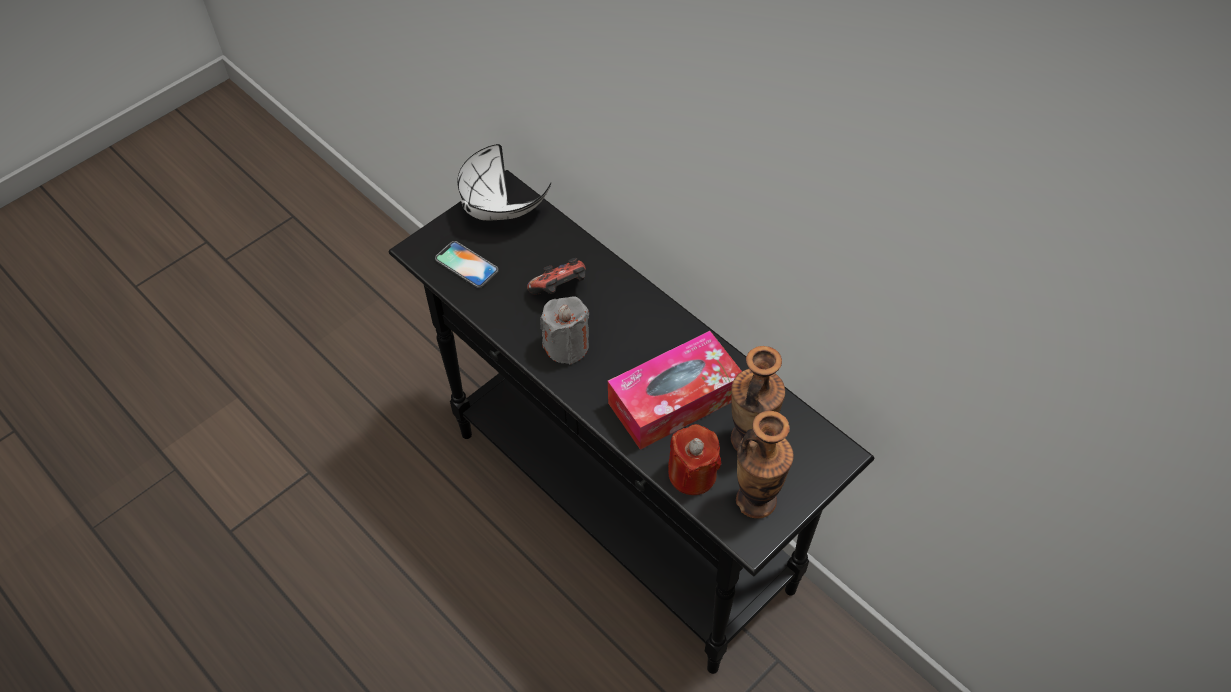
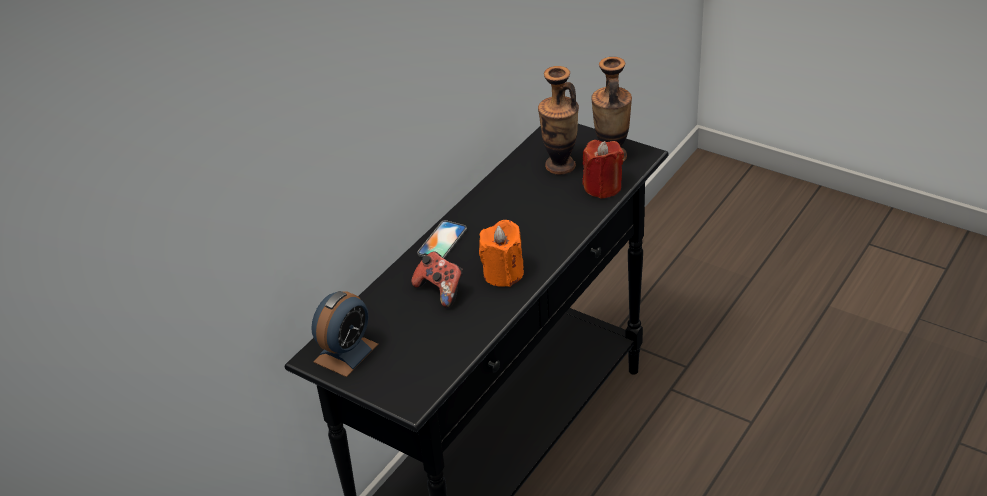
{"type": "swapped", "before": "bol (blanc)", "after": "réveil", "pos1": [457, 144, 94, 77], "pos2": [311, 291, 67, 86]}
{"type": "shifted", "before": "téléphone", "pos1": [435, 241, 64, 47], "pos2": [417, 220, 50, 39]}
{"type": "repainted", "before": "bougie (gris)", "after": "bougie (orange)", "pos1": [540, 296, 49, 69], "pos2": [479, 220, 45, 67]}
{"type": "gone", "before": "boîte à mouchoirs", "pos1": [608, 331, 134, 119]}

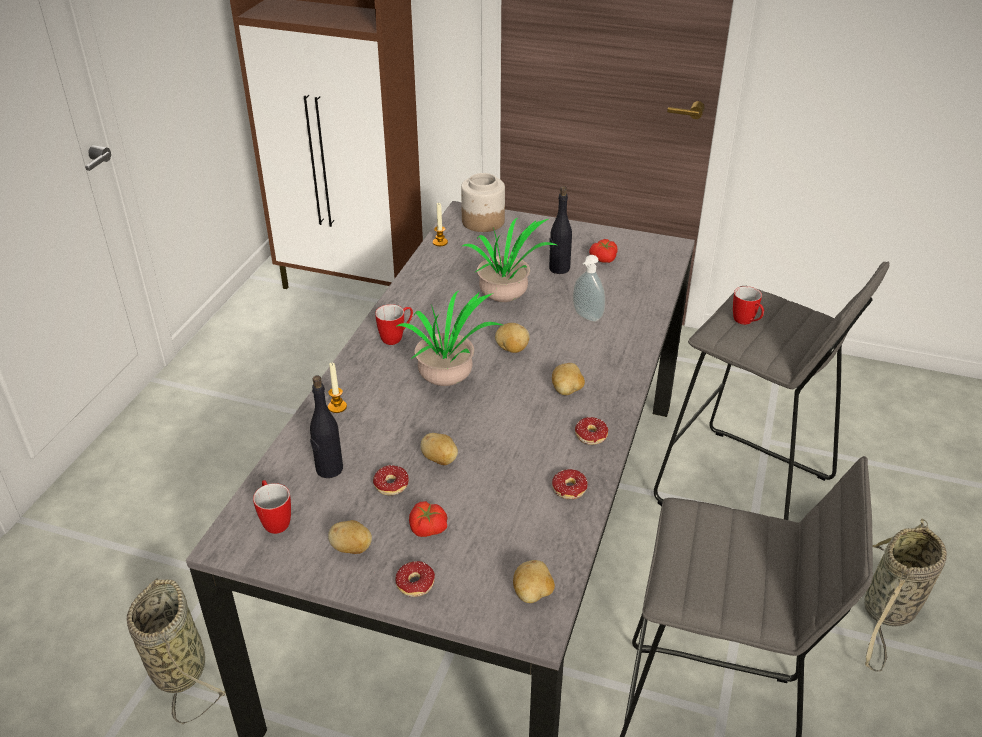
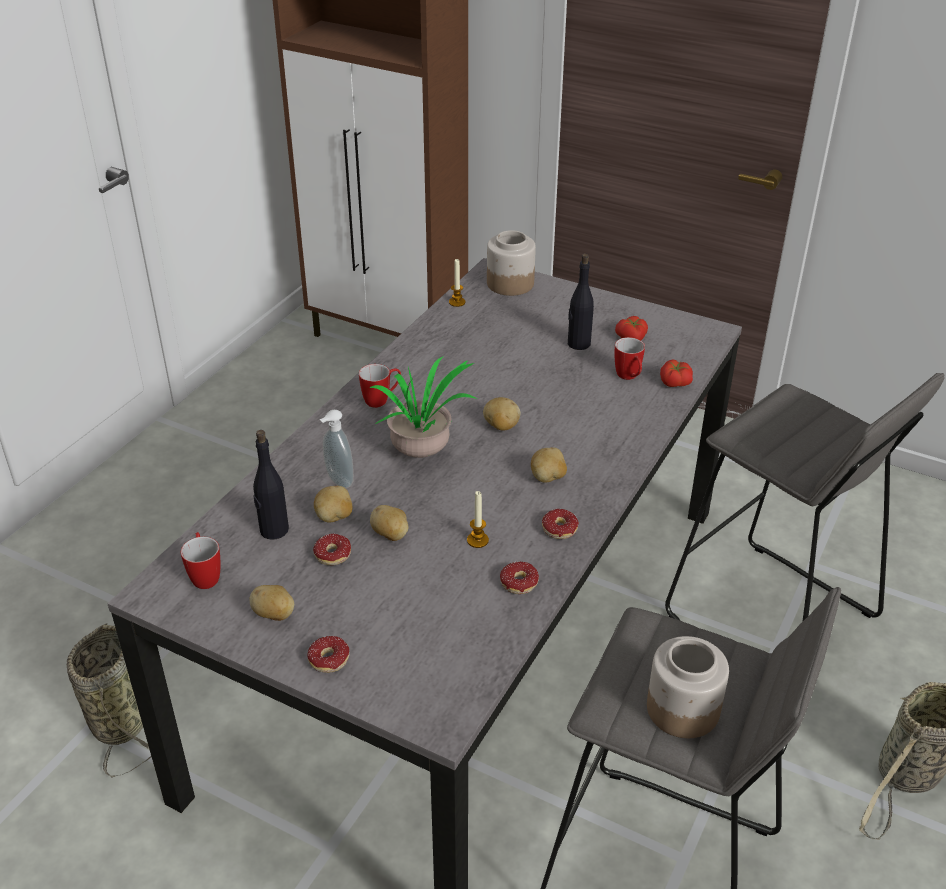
{"type": "gone", "before": "plante en pot", "pos1": [461, 218, 96, 84]}
{"type": "shifted", "before": "distributeur de savon", "pos1": [573, 255, 32, 67], "pos2": [319, 410, 35, 78]}
{"type": "shifted", "before": "mug", "pos1": [733, 286, 31, 39], "pos2": [615, 337, 30, 43]}
{"type": "shifted", "before": "bougie", "pos1": [328, 363, 19, 50], "pos2": [467, 491, 22, 57]}
{"type": "shifted", "before": "tomate", "pos1": [409, 501, 39, 36], "pos2": [660, 359, 33, 28]}
{"type": "shifted", "before": "pomme de terre", "pos1": [513, 559, 42, 44], "pos2": [314, 486, 39, 37]}
{"type": "new", "after": "bocal", "pos2": [647, 636, 82, 102]}

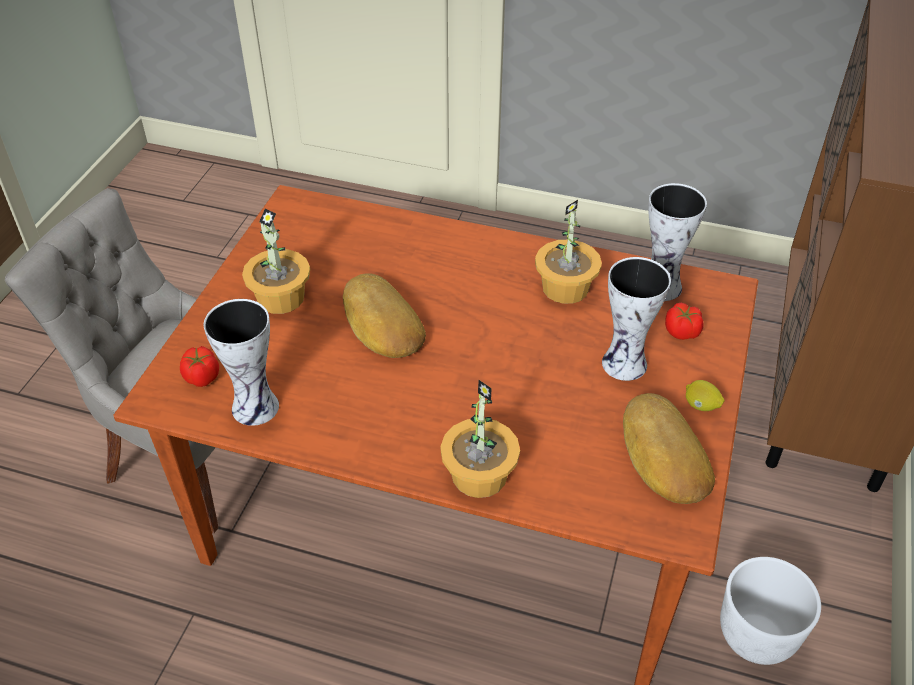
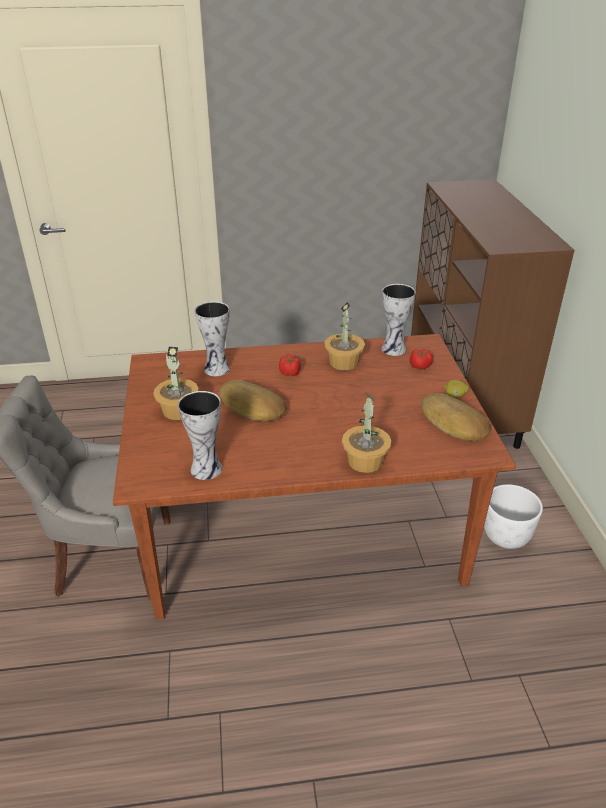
{"type": "shifted", "before": "vase", "pos1": [602, 257, 69, 124], "pos2": [195, 301, 35, 75]}
{"type": "shifted", "before": "tomate", "pos1": [180, 346, 39, 41], "pos2": [279, 355, 22, 21]}

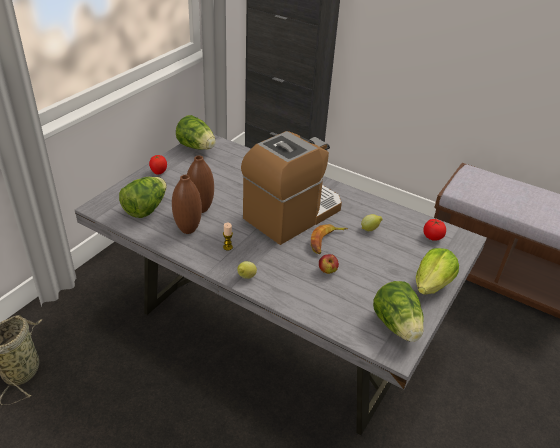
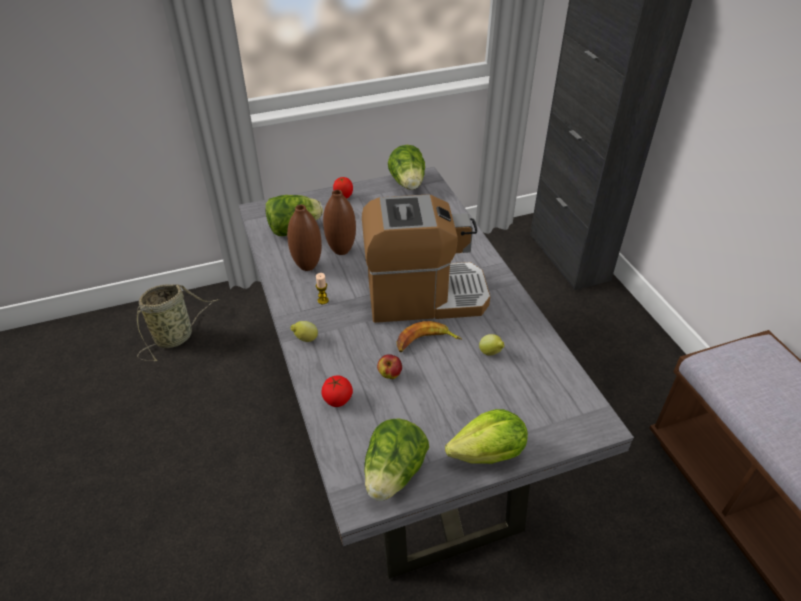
{"type": "shifted", "before": "tomate", "pos1": [423, 219, 23, 22], "pos2": [321, 375, 32, 32]}

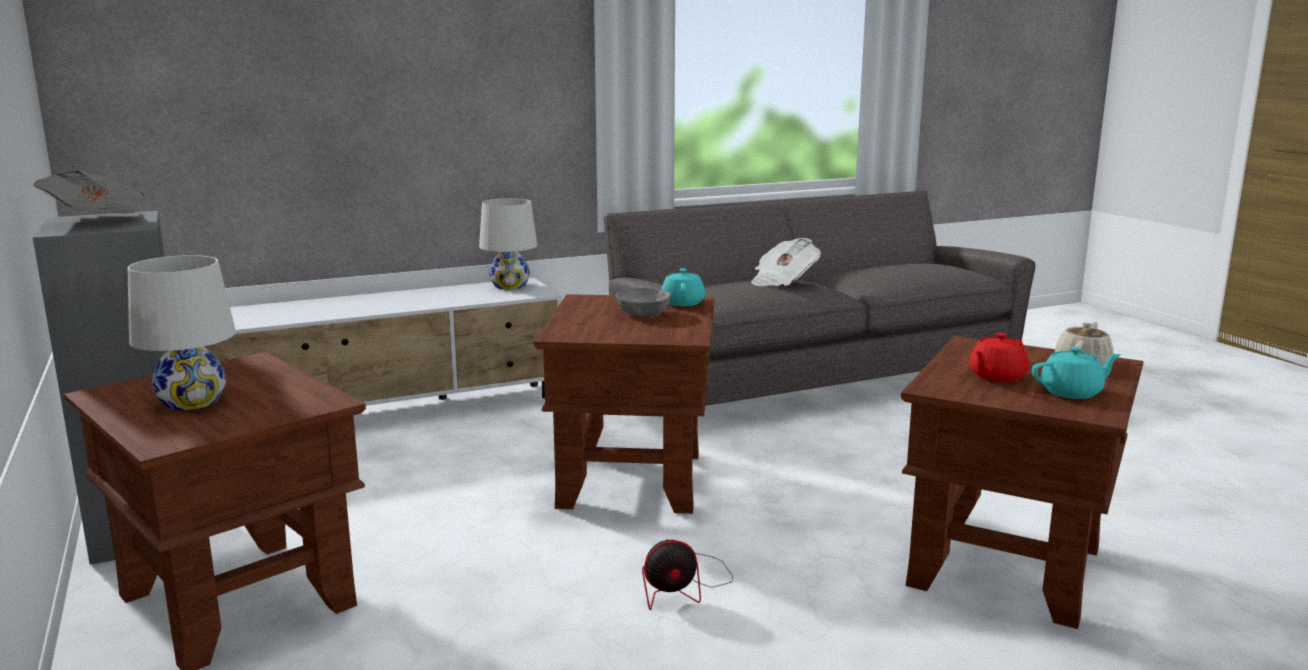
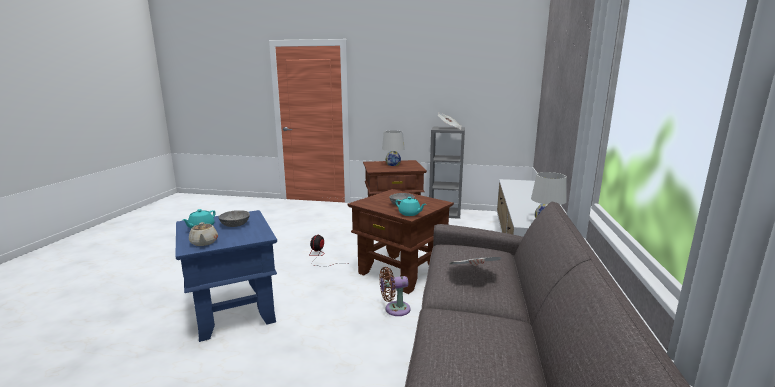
{"type": "swapped", "before": "théière (rouge)", "after": "bol (gris)", "pos1": [969, 333, 60, 49], "pos2": [218, 210, 32, 17]}
{"type": "repainted", "before": "table d'appoint (marron)", "after": "table d'appoint (bleu)", "pos1": [901, 336, 243, 293], "pos2": [175, 210, 102, 132]}
{"type": "new", "after": "ventilateur (marron)", "pos2": [379, 267, 31, 49]}

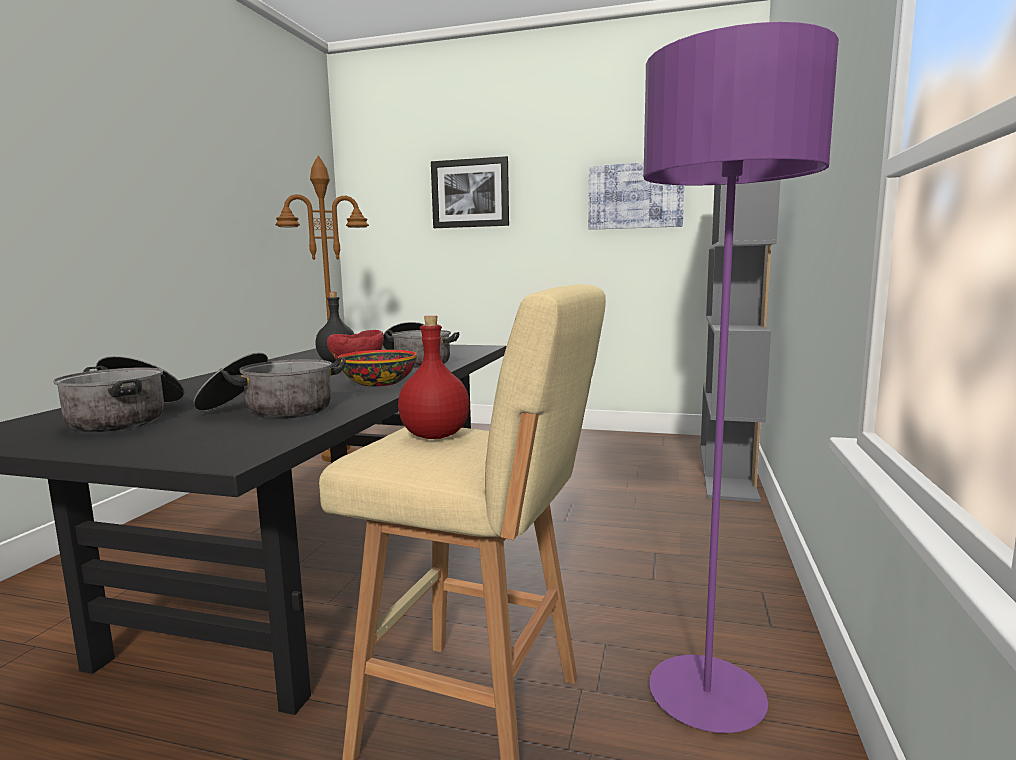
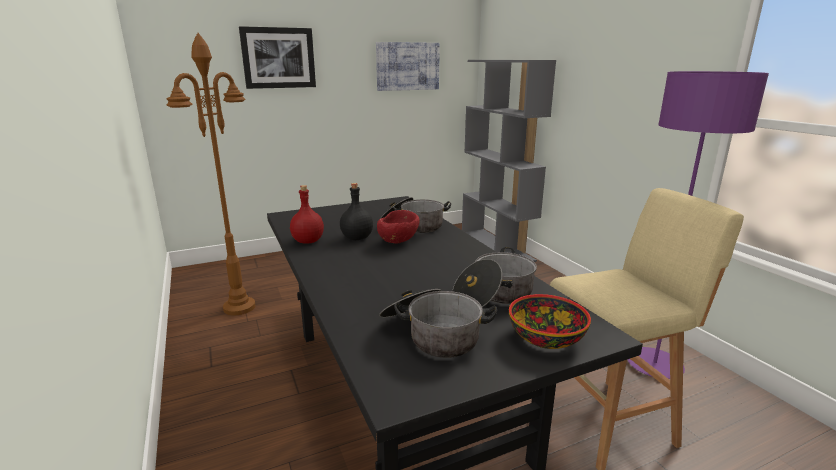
{"type": "shifted", "before": "bouteille (rouge)", "pos1": [398, 315, 71, 124], "pos2": [290, 185, 34, 59]}
{"type": "shifted", "before": "bol", "pos1": [338, 350, 79, 36], "pos2": [509, 294, 82, 55]}

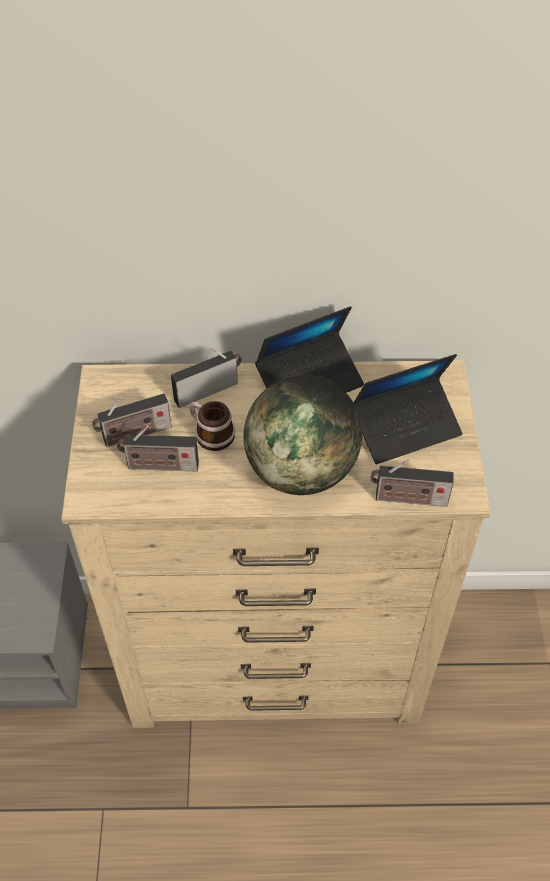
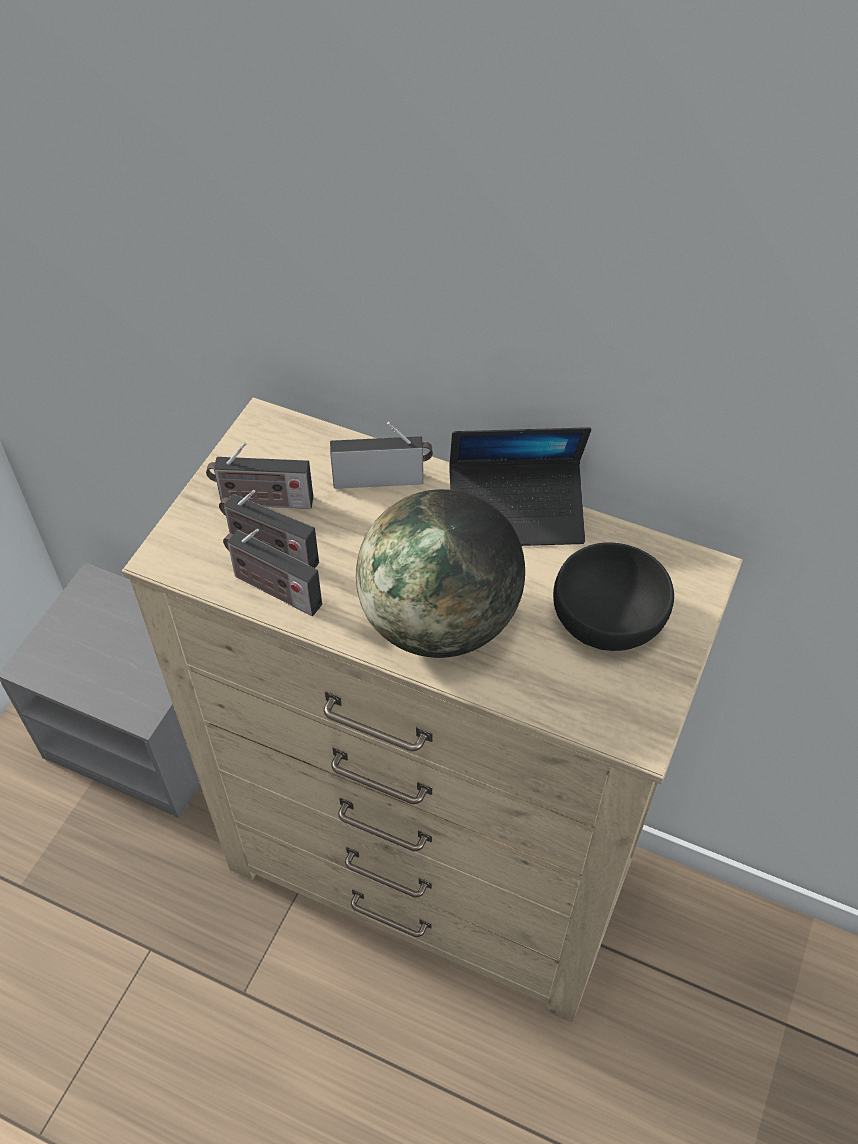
{"type": "swapped", "before": "ordinateur portable", "after": "bol (noir)", "pos1": [354, 354, 109, 110], "pos2": [553, 542, 121, 109]}
{"type": "gone", "before": "mug", "pos1": [190, 401, 45, 50]}
{"type": "shifted", "before": "radio", "pos1": [371, 458, 83, 49], "pos2": [223, 529, 99, 87]}

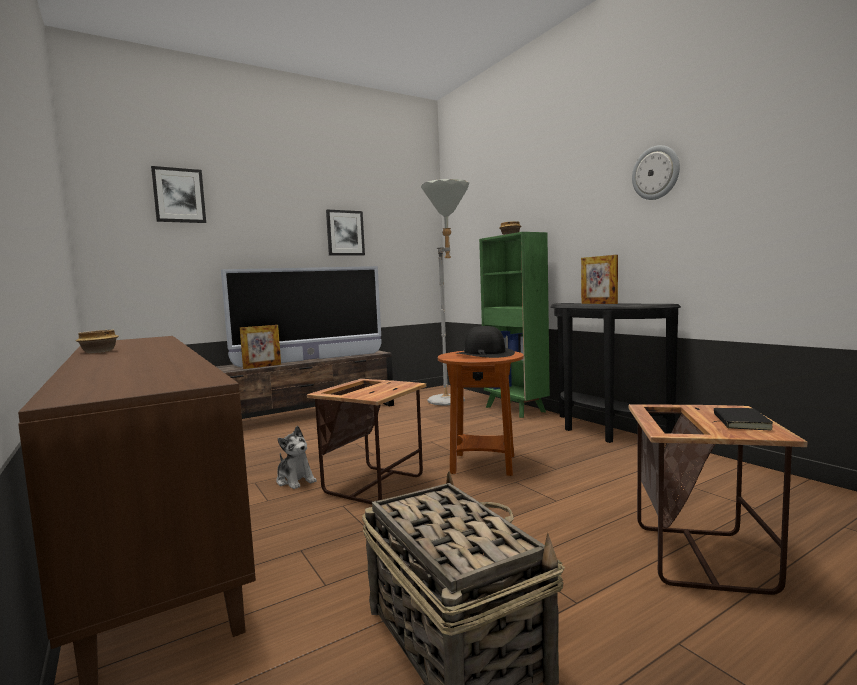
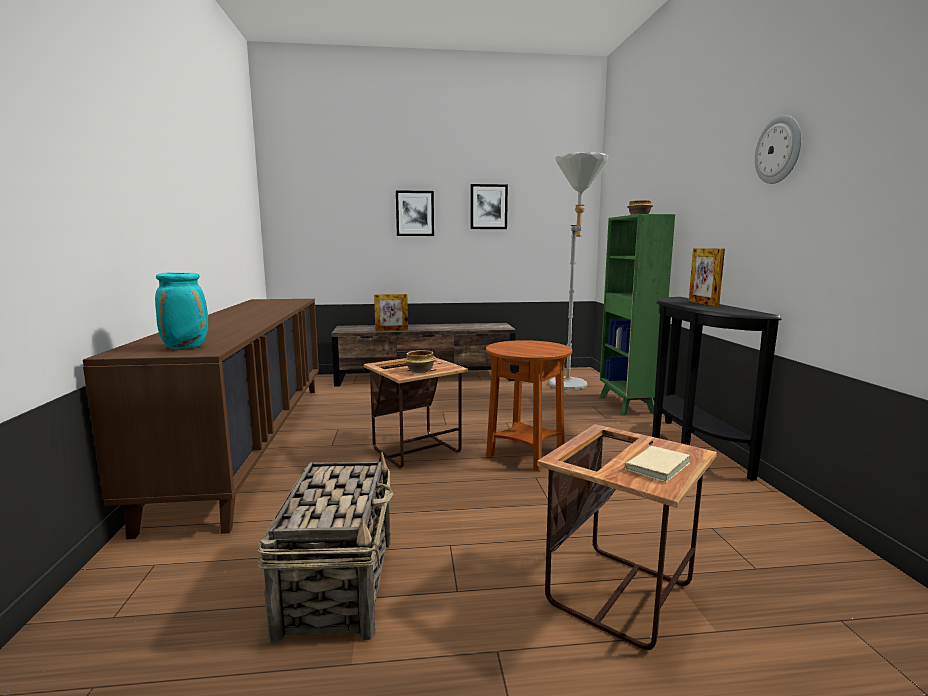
{"type": "shifted", "before": "tableau", "pos1": [151, 166, 55, 57], "pos2": [396, 190, 38, 46]}
{"type": "gone", "before": "téléviseur", "pos1": [221, 266, 161, 101]}
{"type": "gone", "before": "chapeau (noir)", "pos1": [456, 326, 59, 32]}
{"type": "shifted", "before": "bol", "pos1": [76, 330, 43, 23], "pos2": [404, 350, 32, 23]}
{"type": "repainted", "before": "livre (noir)", "after": "livre (beige)", "pos1": [714, 408, 59, 22], "pos2": [613, 446, 77, 36]}
{"type": "gone", "before": "peluche", "pos1": [276, 426, 41, 63]}
{"type": "new", "after": "vase (turquoise)", "pos2": [155, 273, 53, 76]}

